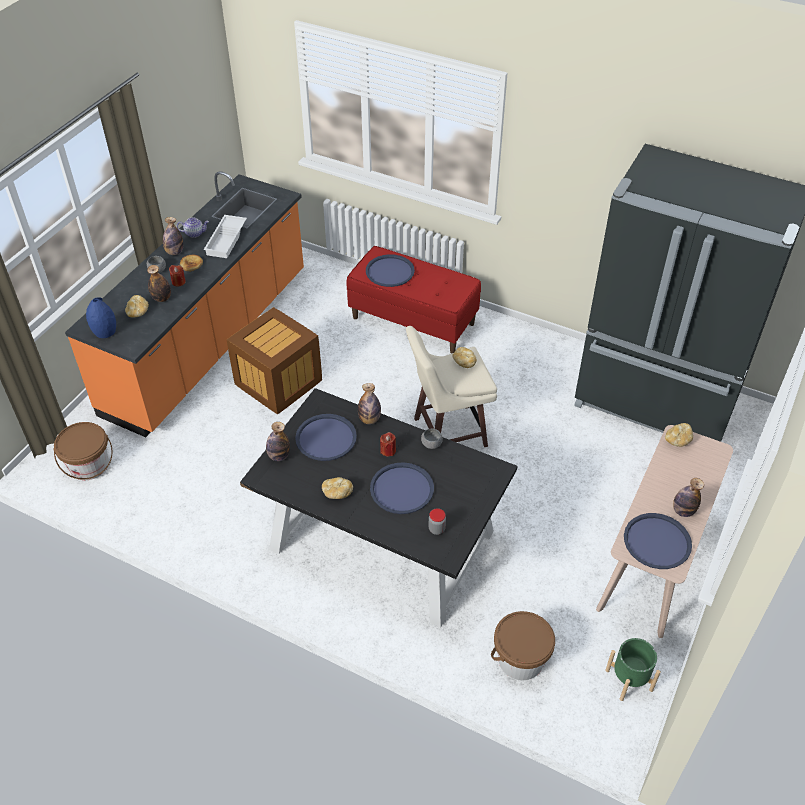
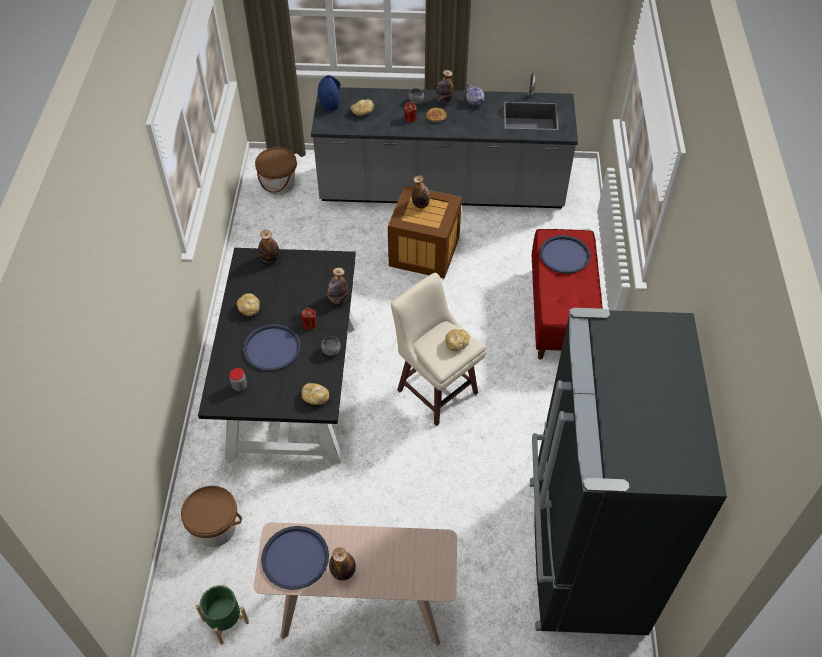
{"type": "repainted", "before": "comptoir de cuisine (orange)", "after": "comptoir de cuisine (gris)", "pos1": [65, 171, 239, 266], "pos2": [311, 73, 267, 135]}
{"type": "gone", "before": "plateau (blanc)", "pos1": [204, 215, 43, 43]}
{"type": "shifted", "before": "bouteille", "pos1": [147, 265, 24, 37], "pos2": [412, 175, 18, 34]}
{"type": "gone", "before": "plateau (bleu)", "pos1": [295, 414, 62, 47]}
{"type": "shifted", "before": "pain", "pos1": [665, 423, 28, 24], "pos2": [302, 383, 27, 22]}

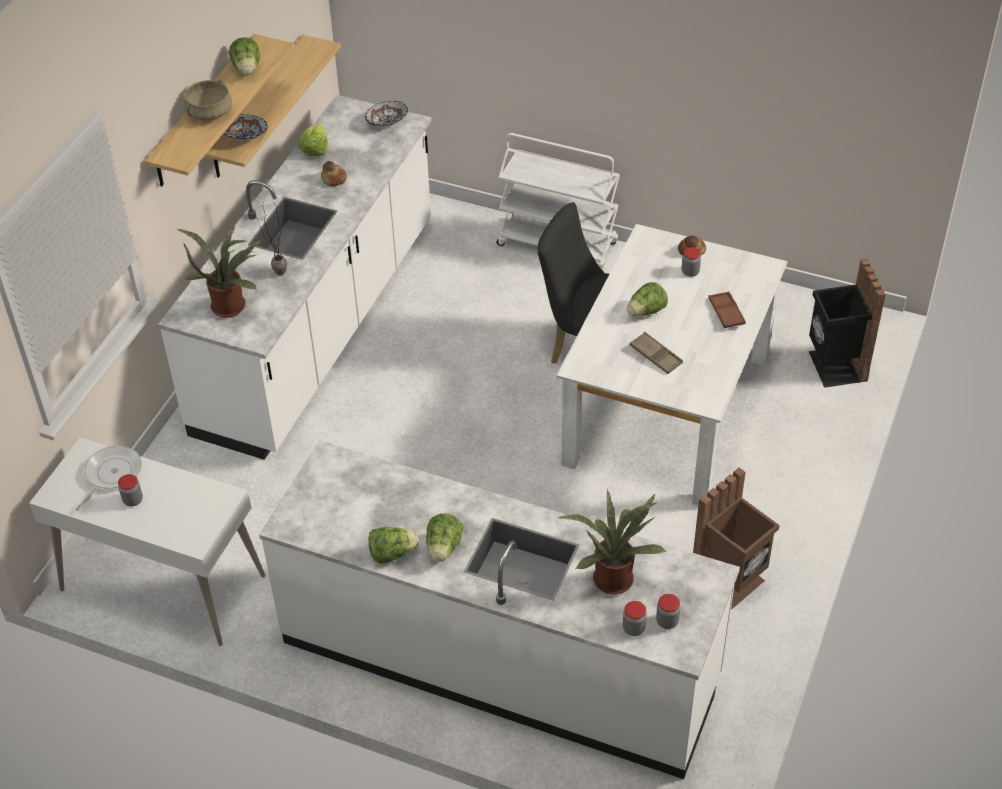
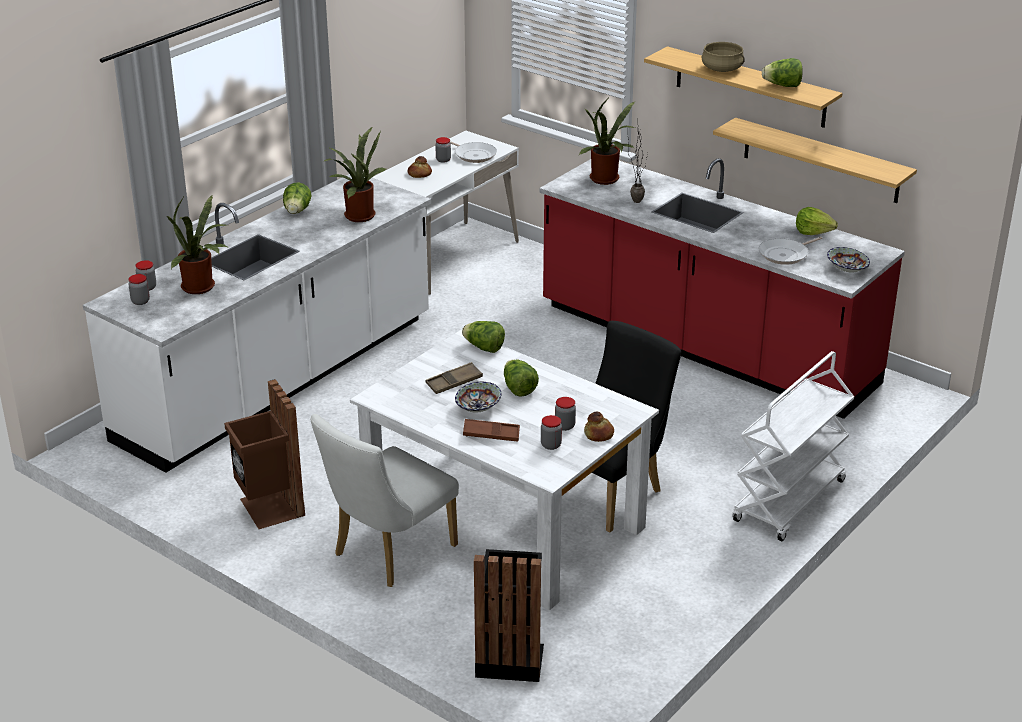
{"type": "repainted", "before": "comptoir de cuisine (blanc)", "after": "comptoir de cuisine (rouge)", "pos1": [158, 95, 273, 365], "pos2": [539, 158, 366, 261]}
{"type": "shifted", "before": "bol", "pos1": [223, 114, 45, 27], "pos2": [455, 382, 46, 31]}
{"type": "shifted", "before": "pain", "pos1": [321, 161, 26, 26], "pos2": [408, 156, 24, 22]}
{"type": "shifted", "before": "laitue", "pos1": [426, 513, 38, 49], "pos2": [462, 321, 43, 32]}
{"type": "new", "after": "plante en pot", "pos2": [323, 127, 63, 95]}
{"type": "new", "after": "poêle", "pos2": [759, 237, 63, 28]}
{"type": "new", "after": "chaise (blanc)", "pos2": [310, 414, 149, 173]}
{"type": "new", "after": "bocal", "pos2": [541, 415, 21, 35]}

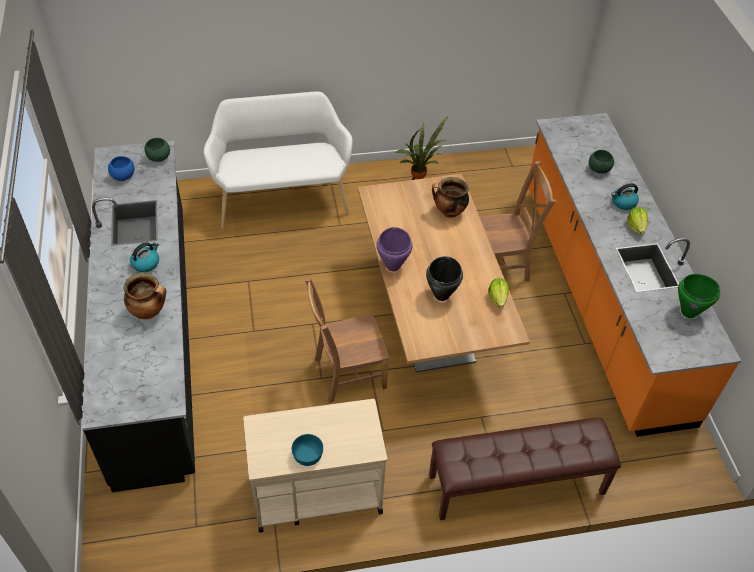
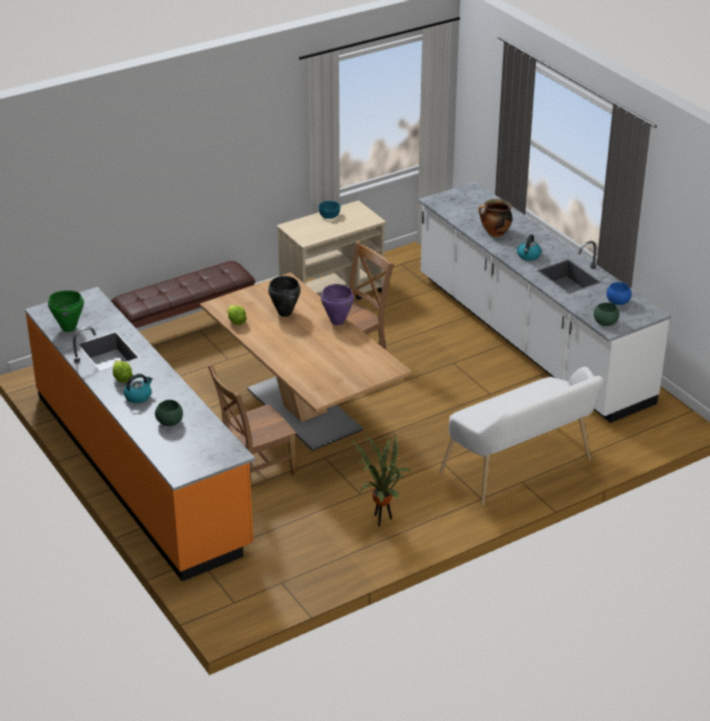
{"type": "repainted", "before": "comptoir de cuisine (noir)", "after": "comptoir de cuisine (blanc)", "pos1": [82, 141, 113, 351], "pos2": [418, 182, 253, 241]}
{"type": "gone", "before": "marmite", "pos1": [432, 177, 37, 41]}

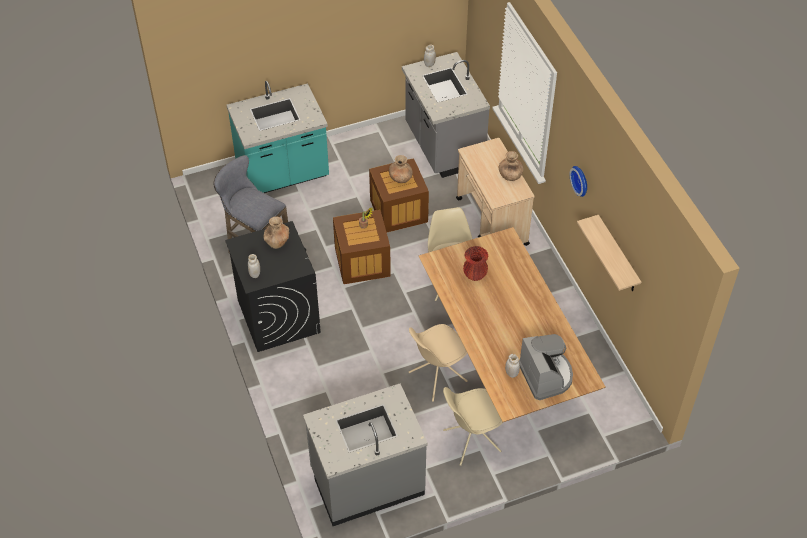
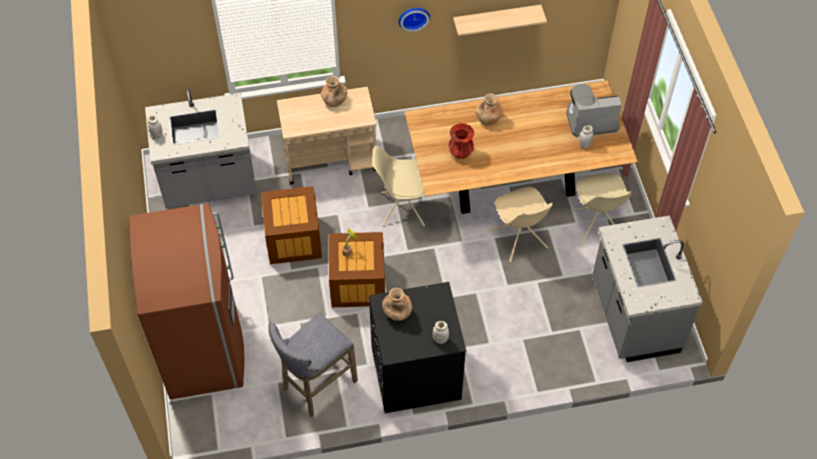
{"type": "swapped", "before": "comptoir de cuisine (turquoise)", "after": "réfrigérateur (marron)", "pos1": [226, 81, 103, 112], "pos2": [129, 203, 115, 196]}
{"type": "shifted", "before": "vase (marron)", "pos1": [389, 155, 24, 28], "pos2": [475, 94, 28, 31]}

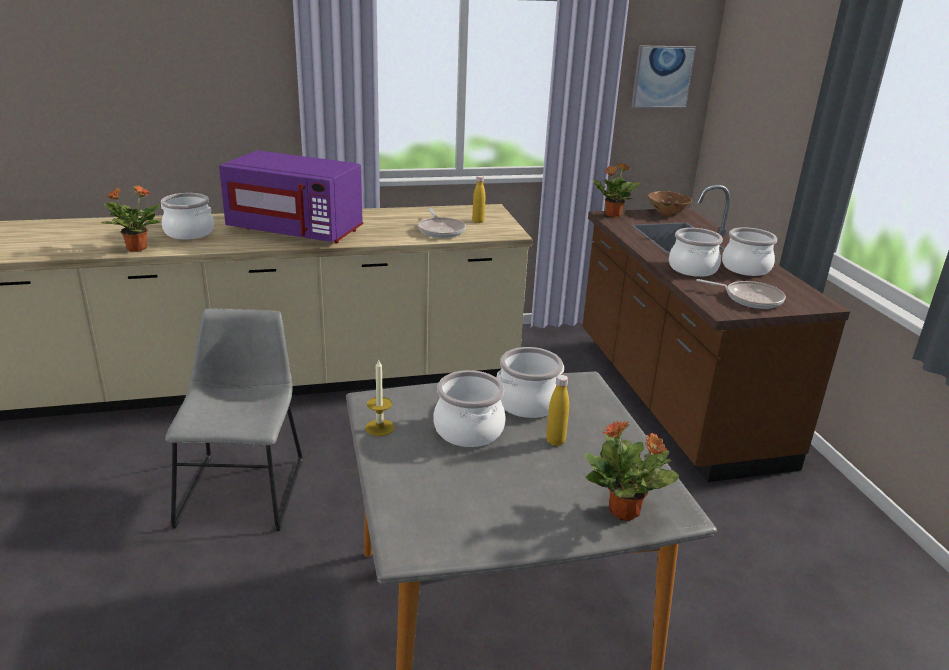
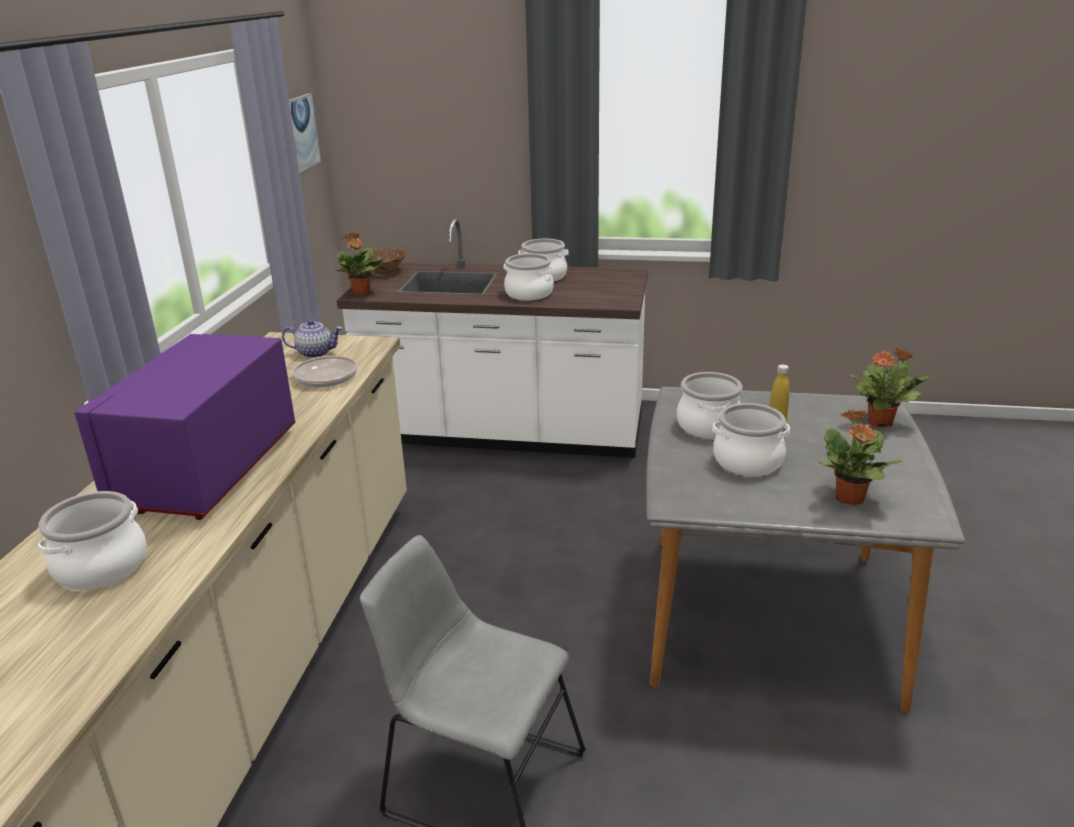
{"type": "rotated", "before": "micro-ondes (violet)", "pos1": [219, 150, 144, 93], "pos2": [74, 334, 222, 186], "turn": 150}
{"type": "swapped", "before": "bouteille (jaune)", "after": "théière", "pos1": [472, 176, 13, 47], "pos2": [282, 319, 60, 39]}
{"type": "shifted", "before": "plante en pot", "pos1": [101, 185, 59, 67], "pos2": [819, 409, 83, 96]}
{"type": "repainted", "before": "comptoir de cuisine (marron)", "after": "comptoir de cuisine (blanc)", "pos1": [582, 185, 268, 297], "pos2": [337, 218, 311, 240]}
{"type": "gone", "before": "poêle", "pos1": [696, 279, 90, 30]}
{"type": "gone", "before": "bougie", "pos1": [365, 359, 30, 77]}

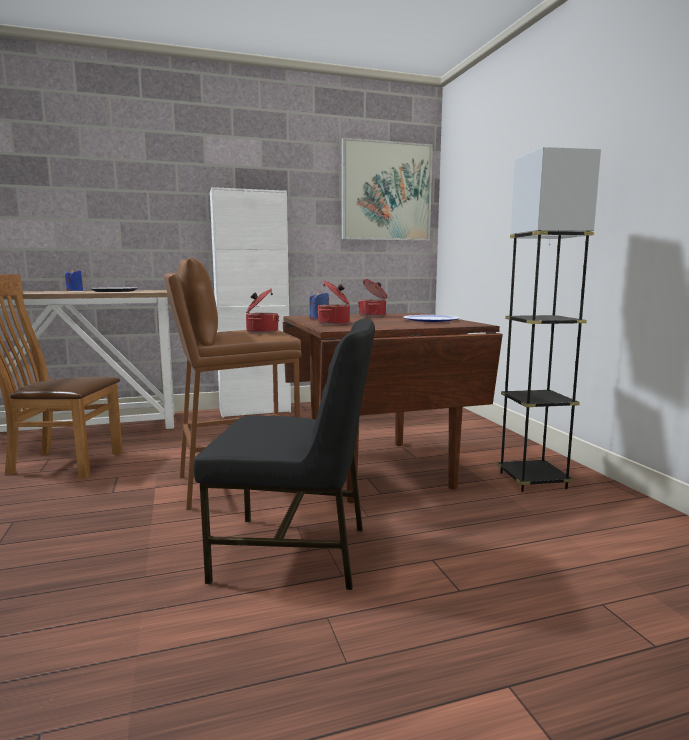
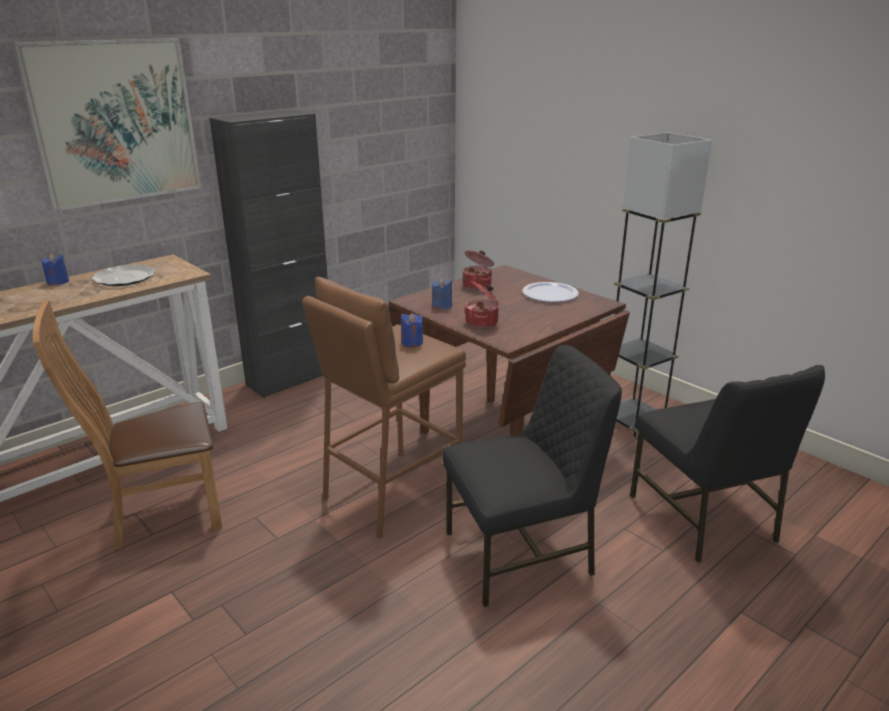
{"type": "shifted", "before": "tableau", "pos1": [341, 137, 92, 104], "pos2": [12, 38, 189, 173]}
{"type": "repainted", "before": "meuble de rangement (blanc)", "after": "meuble de rangement (noir)", "pos1": [210, 187, 81, 231], "pos2": [210, 110, 118, 288]}
{"type": "swapped", "before": "marmite", "after": "bougie (bleu)", "pos1": [246, 289, 33, 44], "pos2": [401, 313, 22, 34]}
{"type": "new", "after": "chaise (noir)", "pos2": [630, 365, 195, 198]}

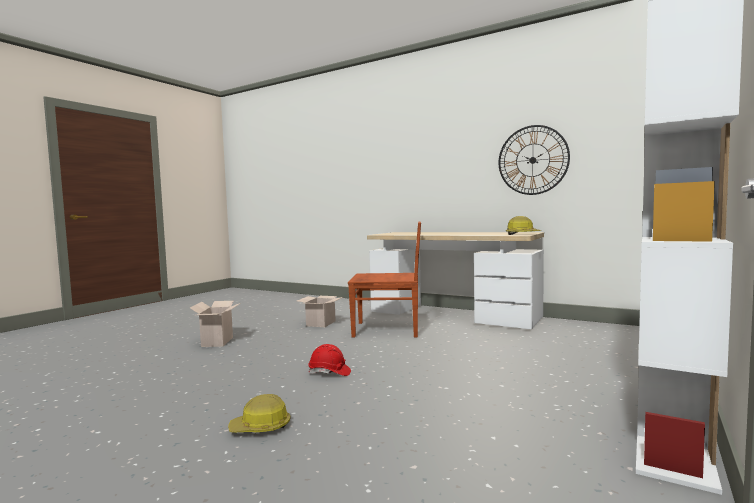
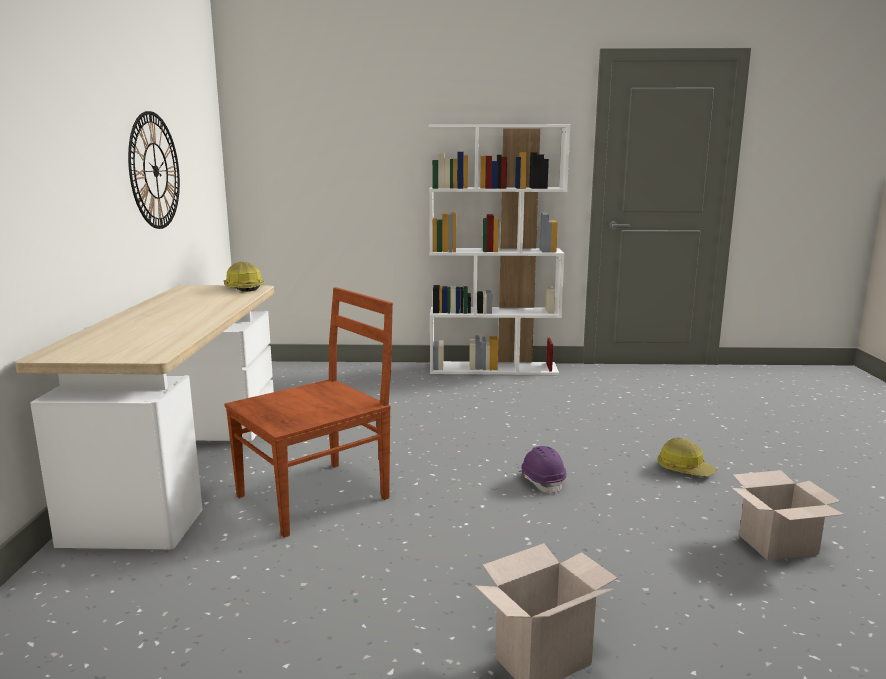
{"type": "rotated", "before": "chaise (marron)", "pos1": [348, 222, 73, 115], "pos2": [224, 287, 169, 251], "turn": 75}
{"type": "shifted", "before": "carton", "pos1": [297, 296, 46, 31], "pos2": [732, 470, 113, 91]}
{"type": "repainted", "before": "casque de chantier (rouge)", "after": "casque de chantier (violet)", "pos1": [308, 344, 43, 32], "pos2": [519, 446, 48, 48]}

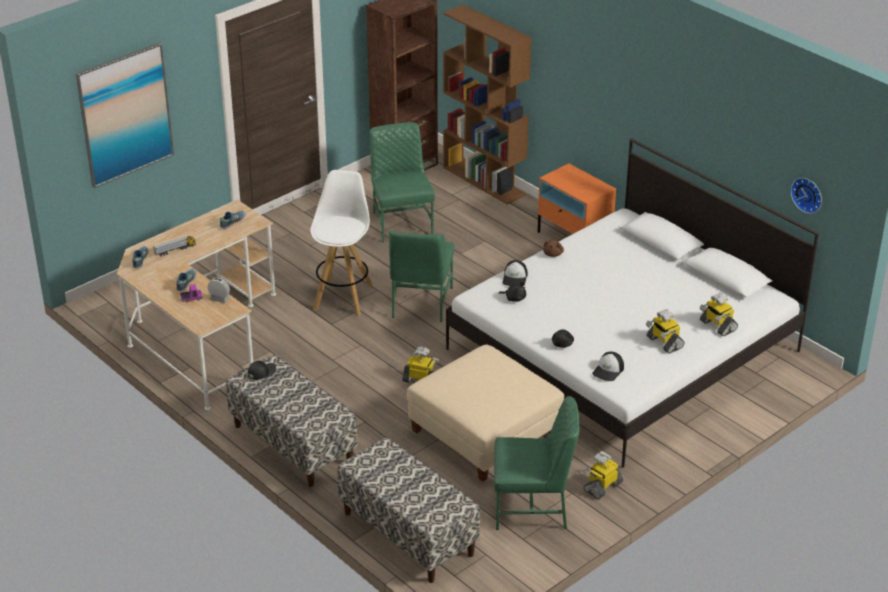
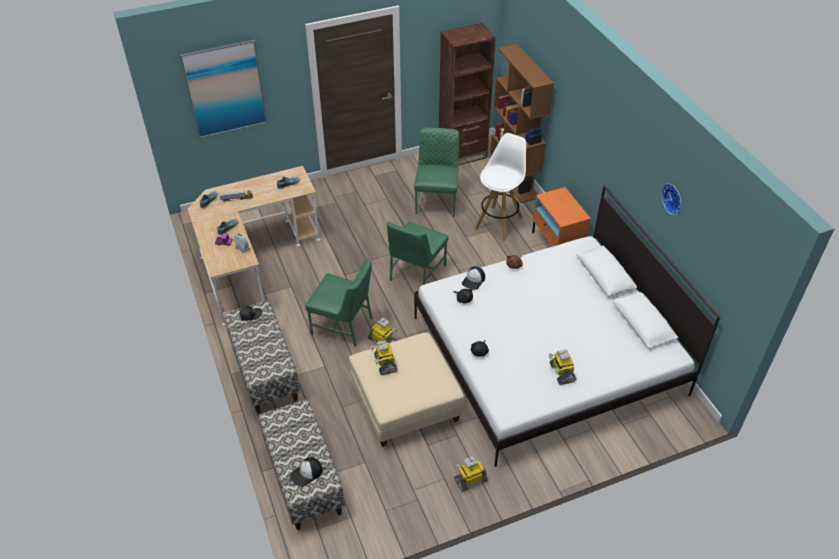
{"type": "shifted", "before": "tabouret (blanc)", "pos1": [310, 170, 62, 146], "pos2": [474, 133, 52, 108]}
{"type": "shifted", "before": "horloge murale", "pos1": [791, 178, 31, 36], "pos2": [661, 184, 20, 31]}
{"type": "shifted", "before": "robot jouet", "pos1": [700, 293, 38, 44], "pos2": [371, 340, 27, 35]}
{"type": "shifted", "before": "casquette", "pos1": [592, 352, 32, 29], "pos2": [290, 457, 33, 30]}
{"type": "shifted", "before": "chaise (vert)", "pos1": [494, 396, 85, 134], "pos2": [305, 259, 67, 88]}

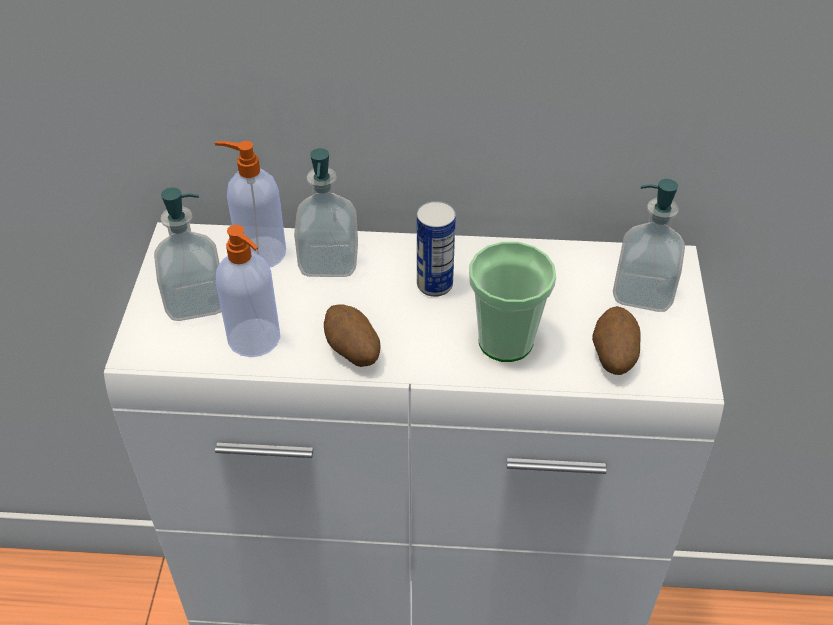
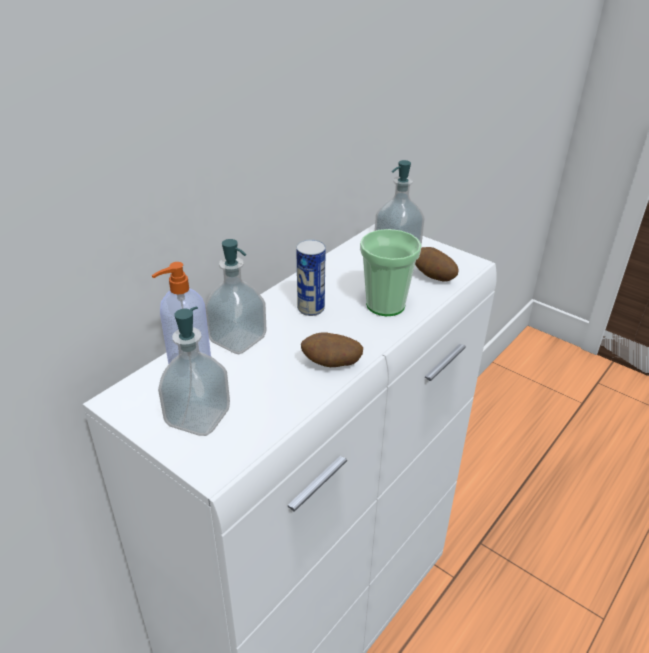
{"type": "gone", "before": "distributeur de savon", "pos1": [216, 225, 64, 132]}

